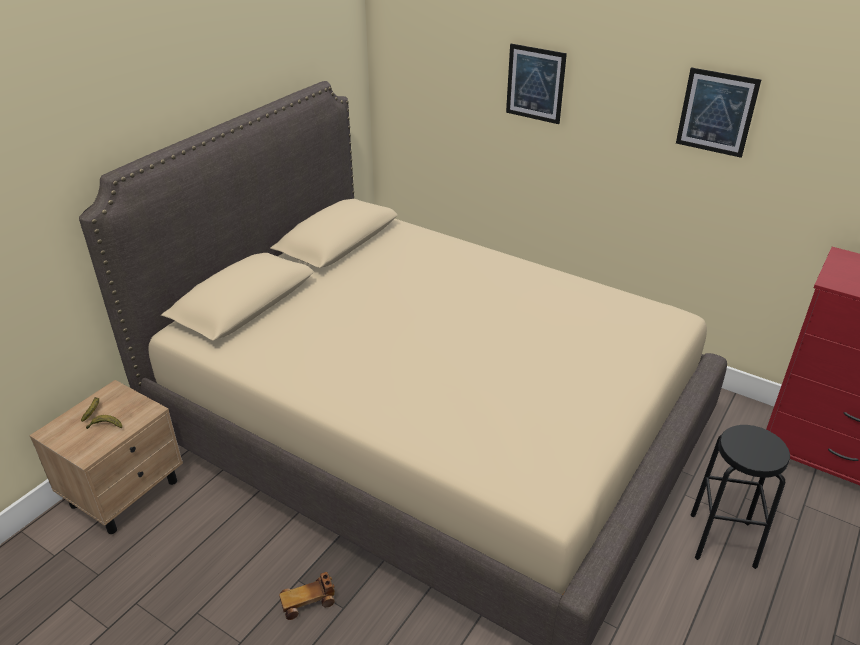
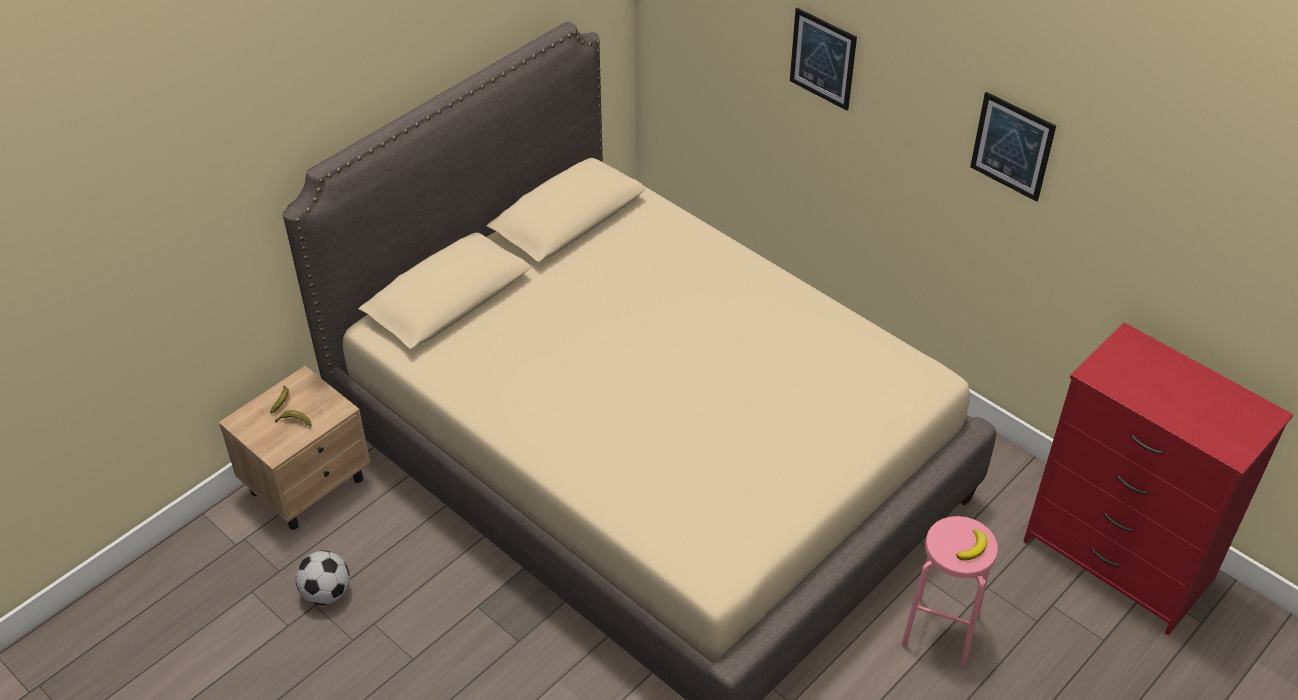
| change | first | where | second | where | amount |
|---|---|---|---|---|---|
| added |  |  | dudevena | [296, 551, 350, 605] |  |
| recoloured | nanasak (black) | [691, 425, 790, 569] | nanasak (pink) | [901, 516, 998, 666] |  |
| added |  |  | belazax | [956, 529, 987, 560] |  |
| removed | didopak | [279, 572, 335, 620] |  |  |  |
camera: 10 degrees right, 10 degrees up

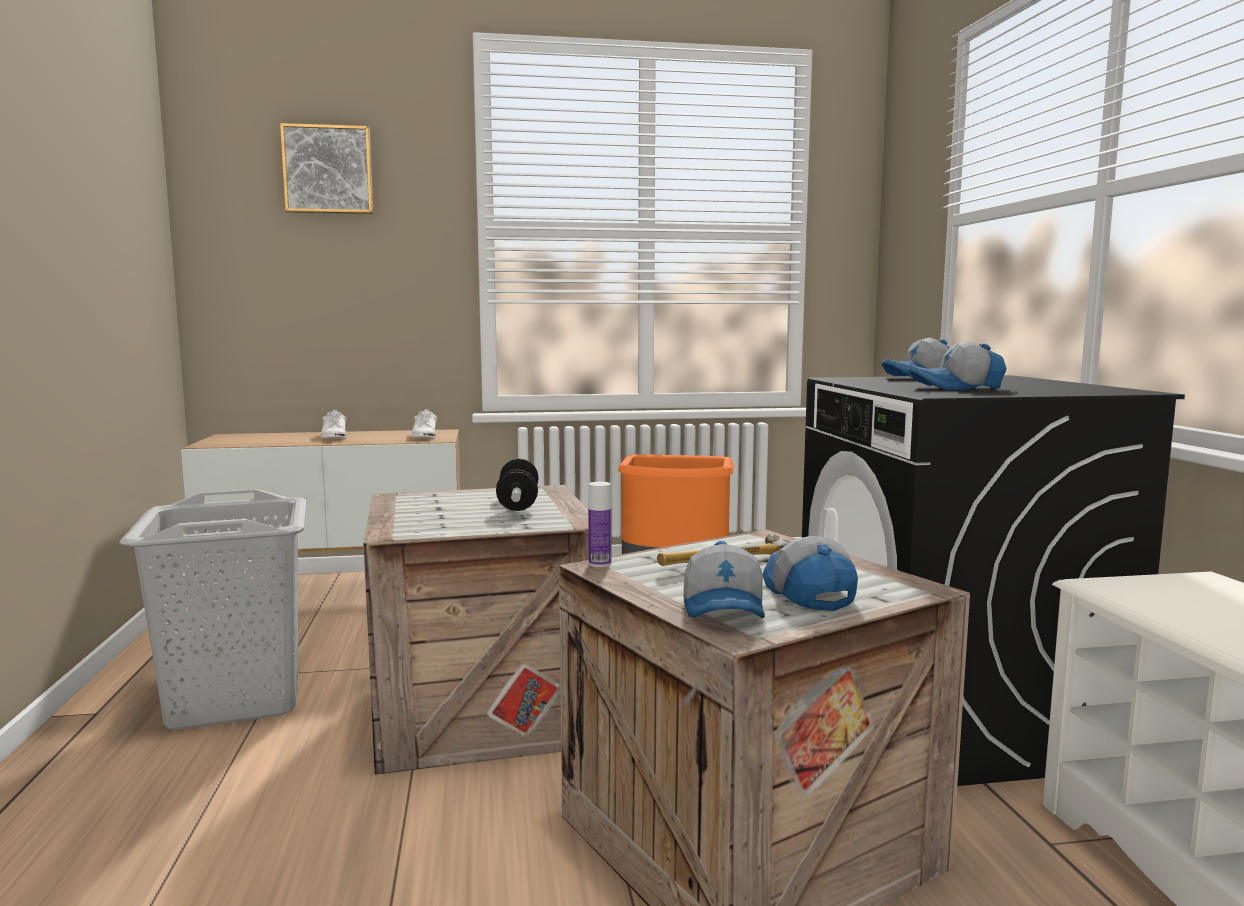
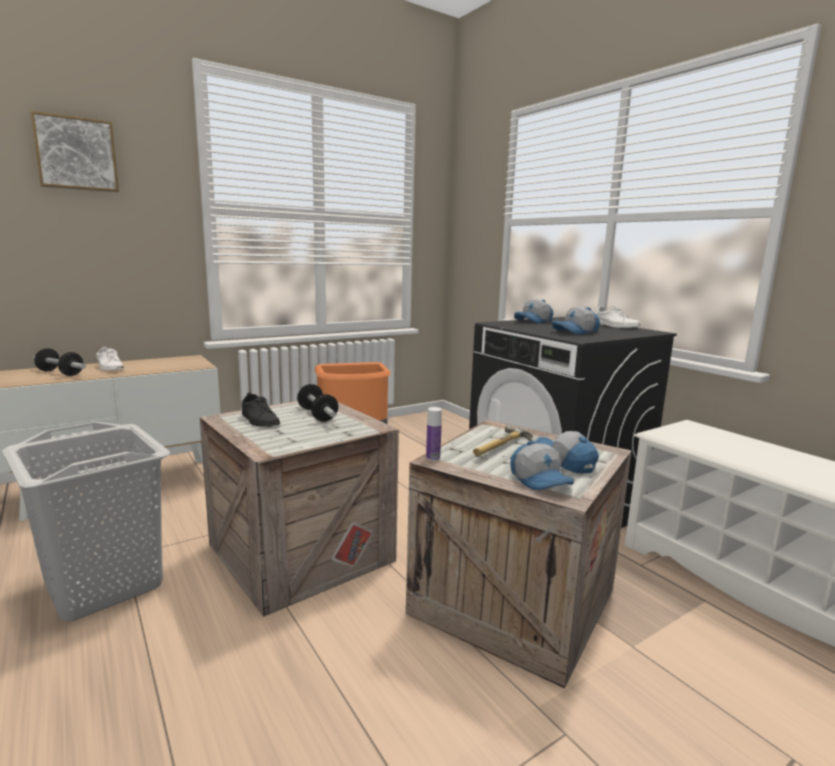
| change | first | where | second | where | amount |
|---|---|---|---|---|---|
| added |  |  | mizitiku | [33, 348, 86, 376] |  |
| added |  |  | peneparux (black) | [242, 392, 280, 427] |  |
| moved | peneparux (white) | [411, 409, 437, 438] |  | [595, 305, 640, 328] |  |
camera: 25 degrees left, 5 degrees up

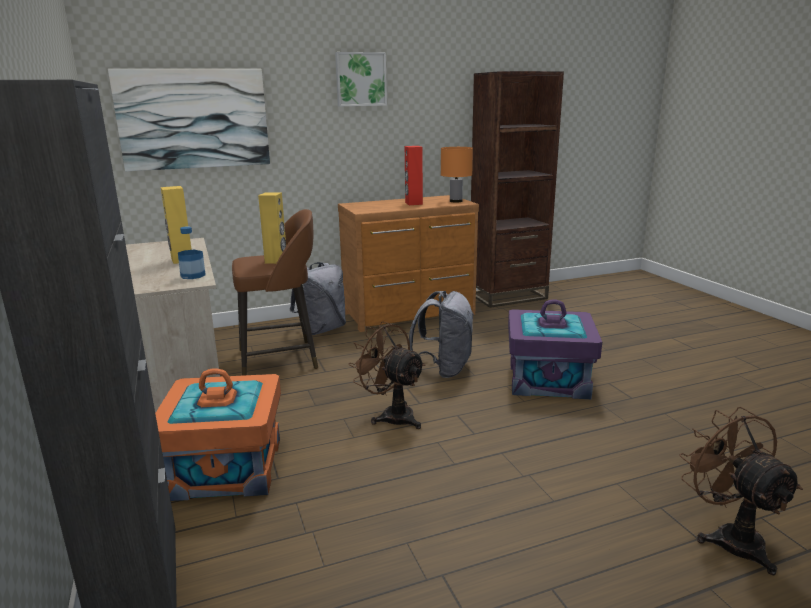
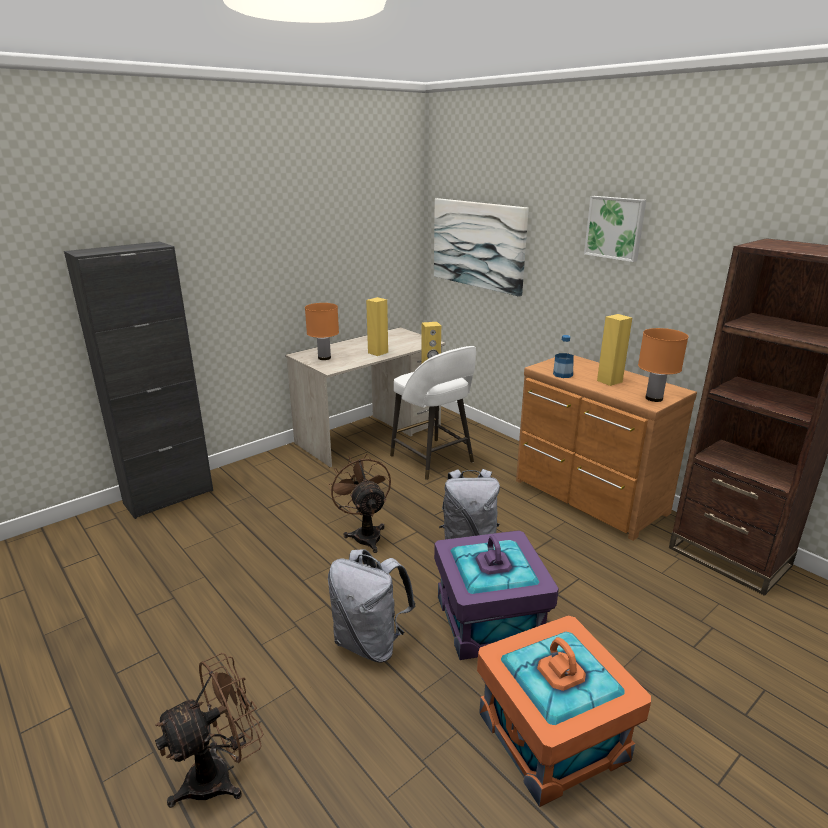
| change | first | where | second | where | amount |
|---|---|---|---|---|---|
| added |  |  | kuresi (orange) | [305, 303, 339, 360] |  |
| turned | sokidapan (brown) | [348, 321, 426, 429] |  | [328, 454, 391, 553] | 45 degrees counterclockwise |
| moved | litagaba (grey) | [290, 262, 346, 335] |  | [328, 549, 416, 662] |  |
| recoloured | nanasak (brown) | [232, 209, 318, 376] | nanasak (white) | [390, 346, 476, 480] |  |
| moved | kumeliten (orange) | [155, 368, 281, 501] |  | [477, 616, 651, 807] |  |
| moved | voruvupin | [178, 226, 206, 279] |  | [553, 335, 574, 378] |  |
| recoloured | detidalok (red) | [405, 146, 423, 205] | detidalok (yellow) | [597, 314, 632, 386] |  |
camera: 70 degrees right, 5 degrees up

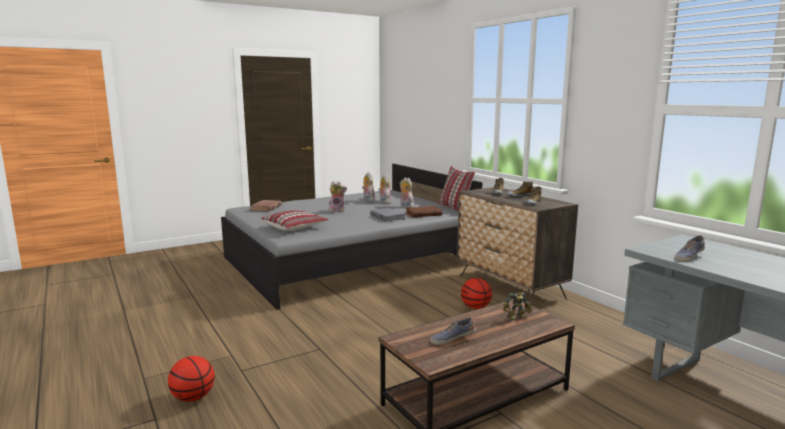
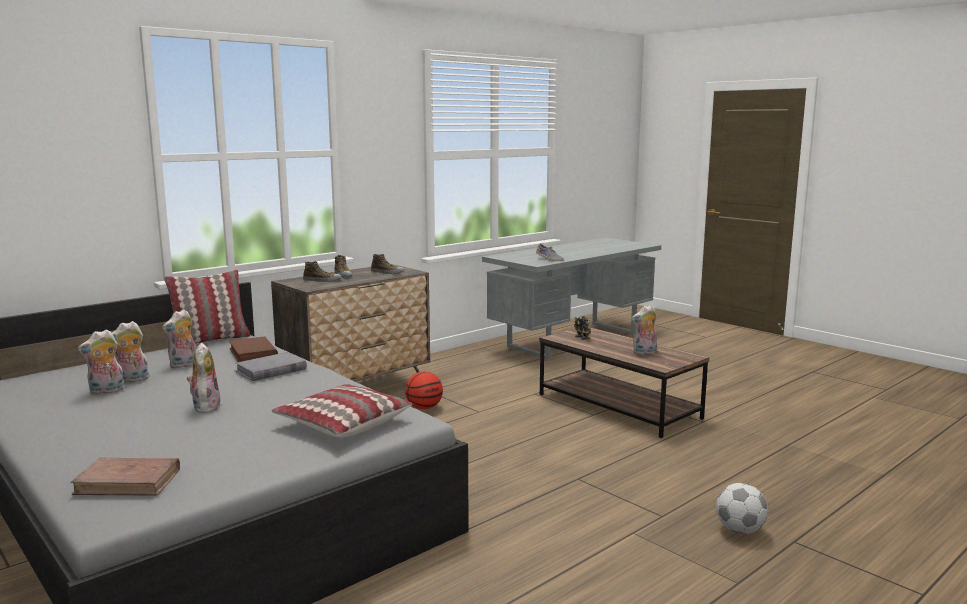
| change | first | where | second | where | amount |
|---|---|---|---|---|---|
| replaced | peneparux | [430, 317, 476, 345] | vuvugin | [632, 305, 657, 355] |  |
| replaced | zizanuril | [168, 356, 215, 402] | dudevena | [716, 483, 768, 534] |  |
camera: 100 degrees left, 0 degrees up

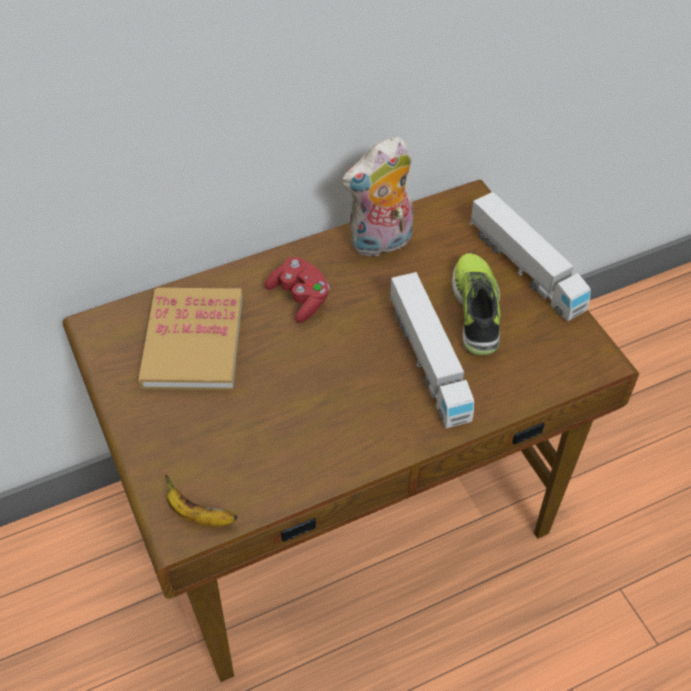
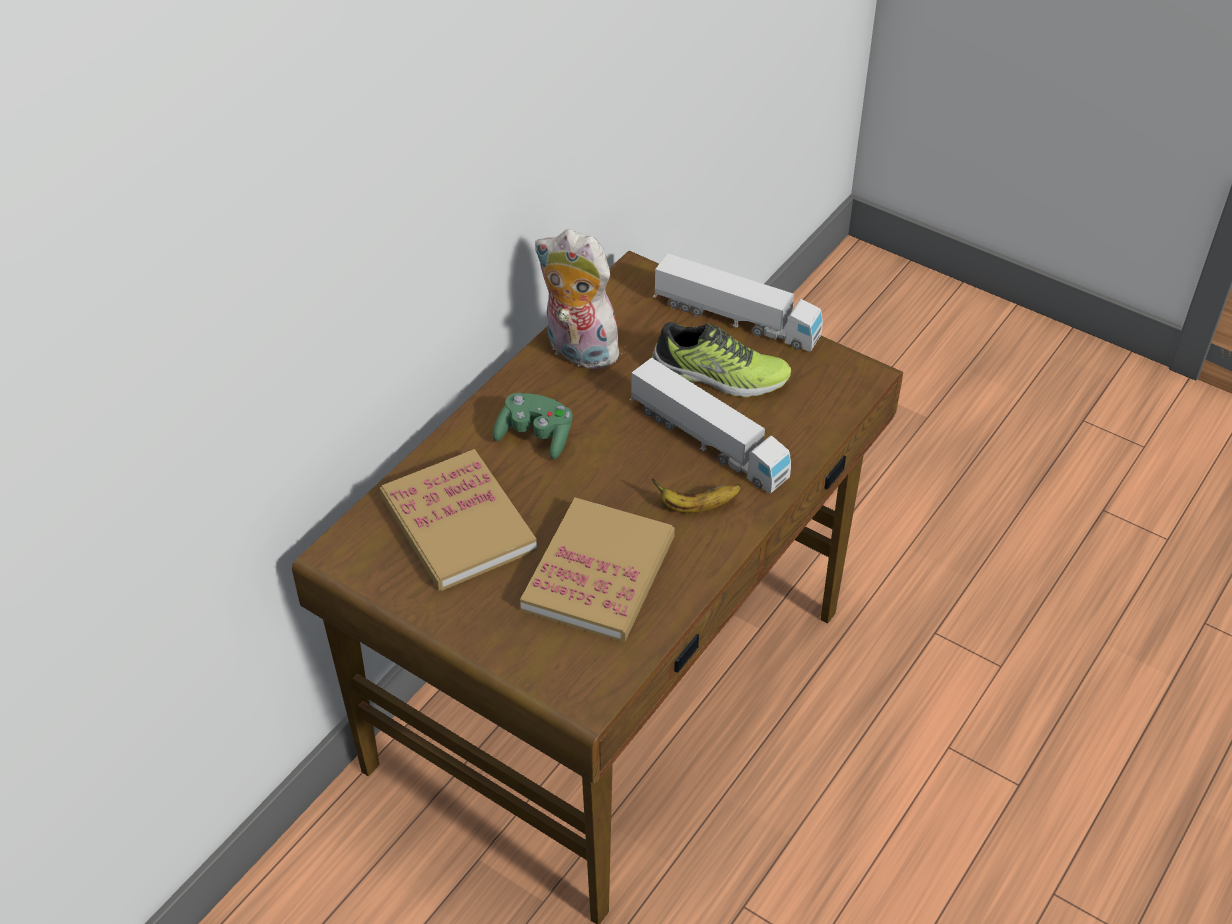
| change | first | where | second | where | amount |
|---|---|---|---|---|---|
| recoloured | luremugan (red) | [265, 257, 330, 323] | luremugan (green) | [493, 393, 573, 459] |  |
| added |  |  | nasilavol | [520, 498, 675, 642] |  |
| turned | vuvugin | [342, 136, 413, 257] |  | [535, 229, 622, 369] | 90 degrees clockwise |
| turned | peneparux | [452, 253, 501, 356] |  | [652, 322, 791, 397] | 135 degrees clockwise |
| moved | belazax | [165, 474, 237, 527] |  | [652, 479, 741, 513] |  |
camera: 30 degrees left, 5 degrees down

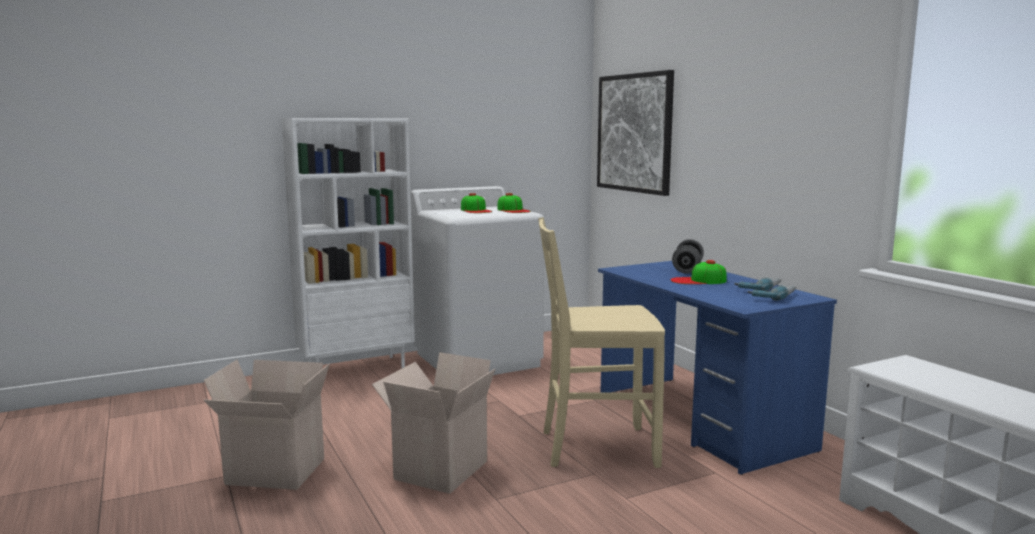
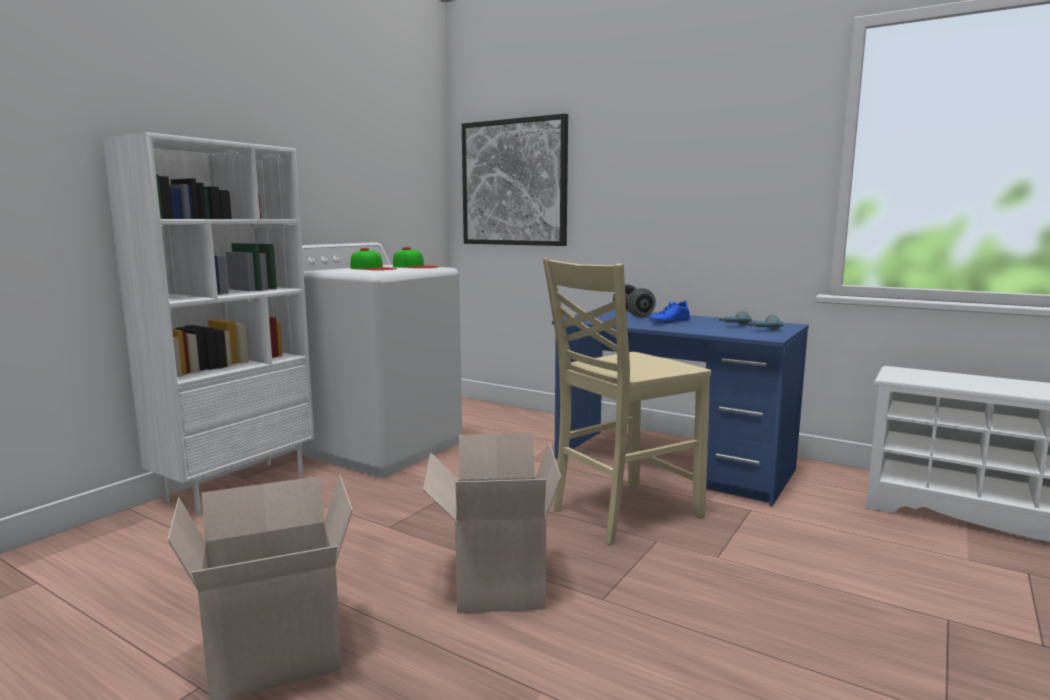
| change | first | where | second | where | amount |
|---|---|---|---|---|---|
| replaced | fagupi | [670, 260, 727, 284] | peneparux (blue) | [649, 301, 690, 324] |  |
camera: 30 degrees left, 0 degrees up

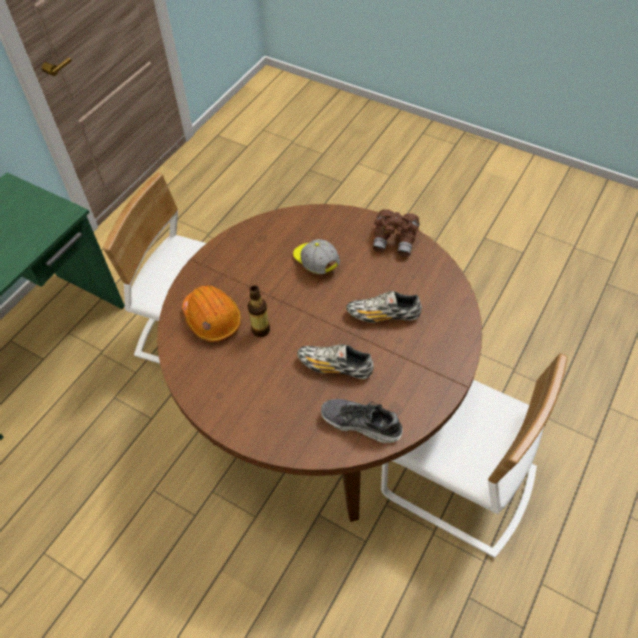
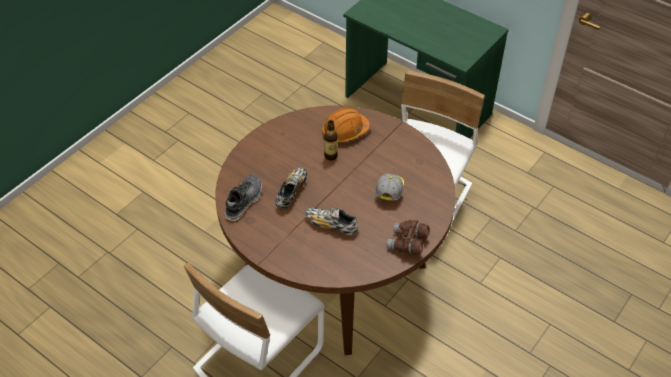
| change | first | where | second | where | amount |
|---|---|---|---|---|---|
| turned | peneparux | [346, 291, 422, 323] |  | [305, 207, 358, 235] | 75 degrees counterclockwise |
| turned | fagupi | [293, 239, 340, 274] |  | [375, 174, 404, 201] | 45 degrees counterclockwise |
camera: 95 degrees right, 5 degrees down

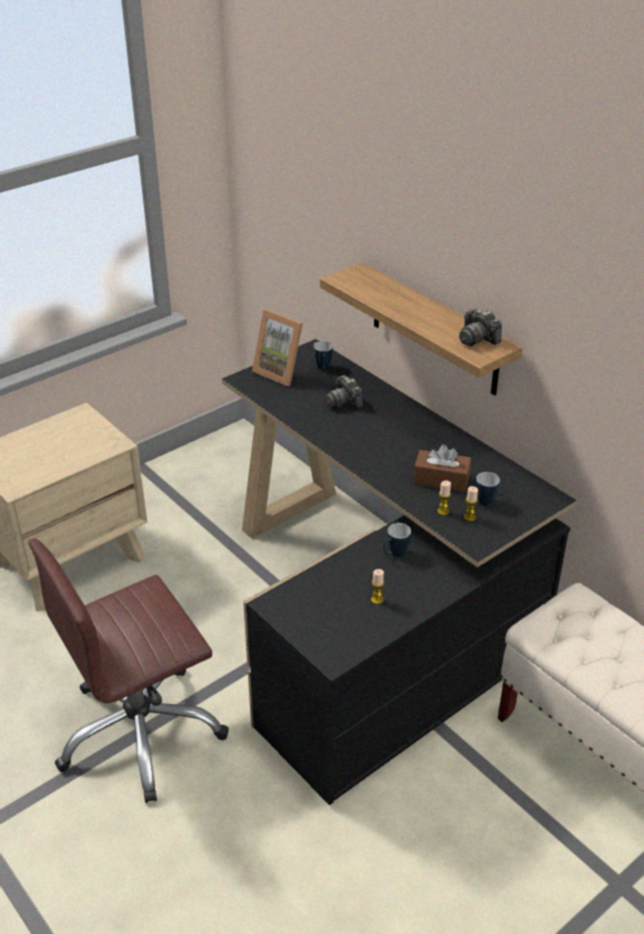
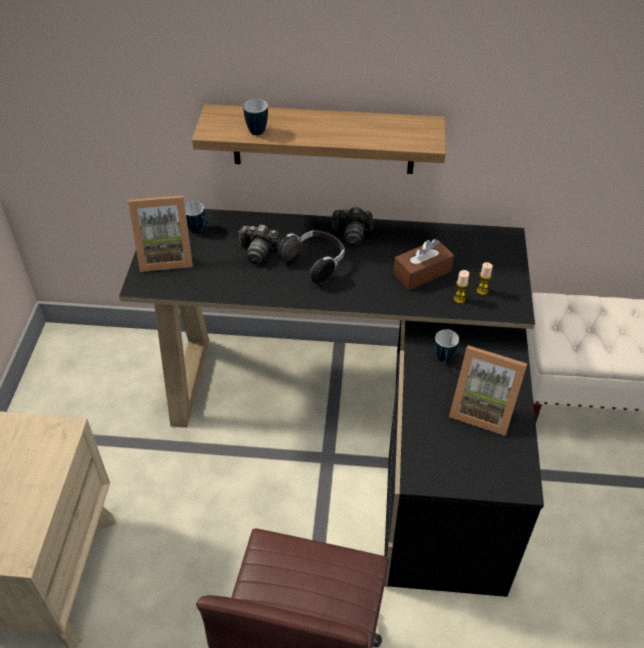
| change | first | where | second | where | amount |
|---|---|---|---|---|---|
| moved | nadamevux | [476, 471, 500, 506] |  | [243, 99, 268, 135] |  |
| added |  |  | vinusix | [277, 230, 345, 284] |  |
| moved | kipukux | [459, 308, 502, 346] |  | [331, 207, 373, 246] |  |
| replaced | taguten | [371, 569, 385, 604] | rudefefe | [449, 345, 527, 436] |  |
camera: 45 degrees left, 10 degrees up

